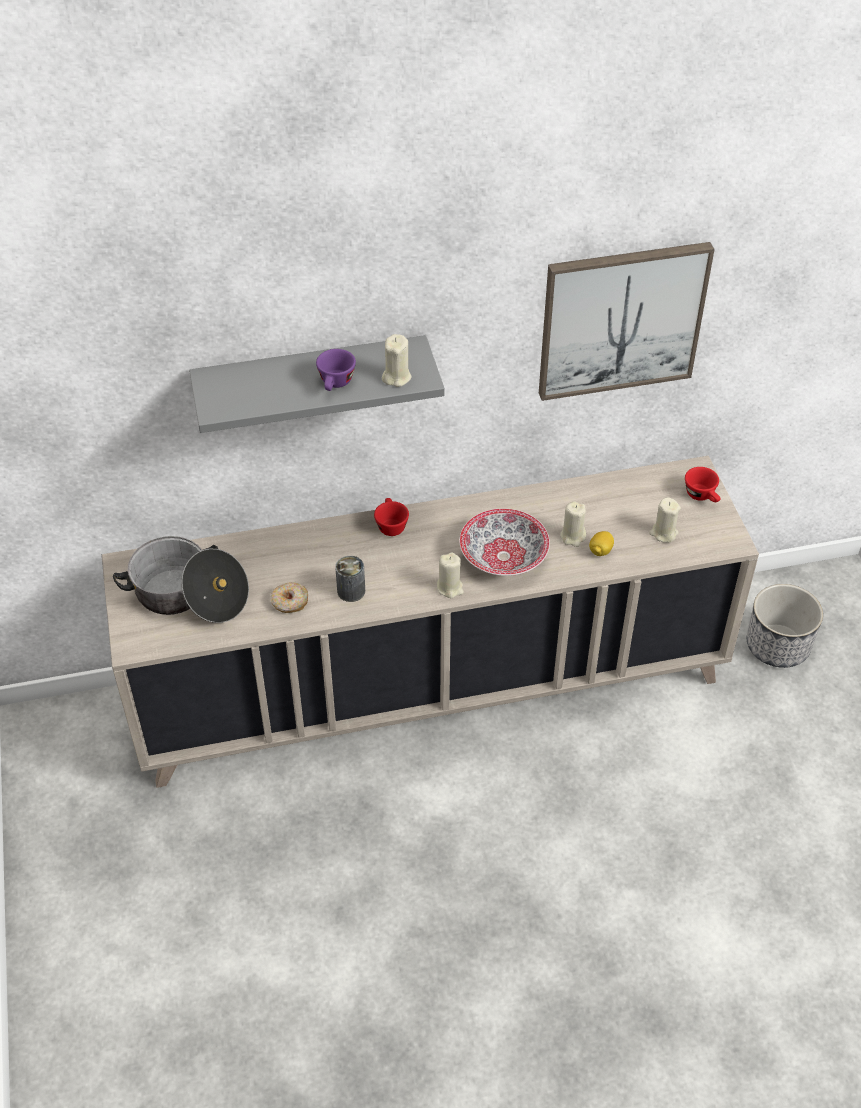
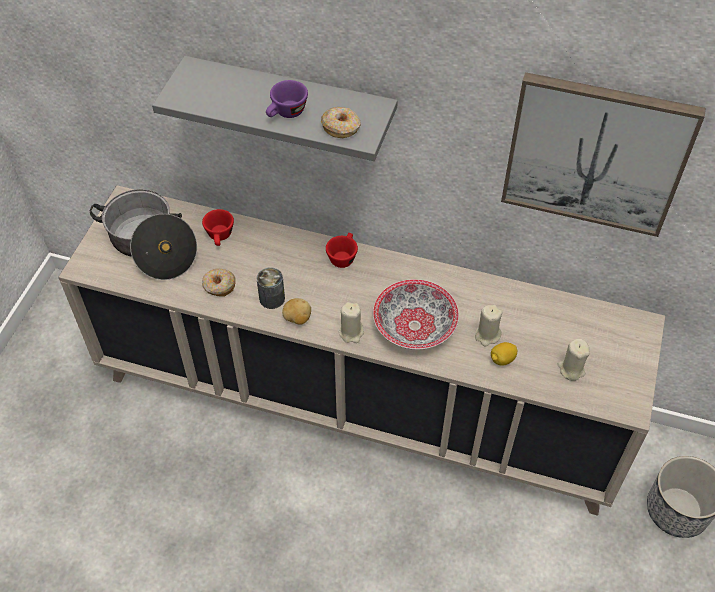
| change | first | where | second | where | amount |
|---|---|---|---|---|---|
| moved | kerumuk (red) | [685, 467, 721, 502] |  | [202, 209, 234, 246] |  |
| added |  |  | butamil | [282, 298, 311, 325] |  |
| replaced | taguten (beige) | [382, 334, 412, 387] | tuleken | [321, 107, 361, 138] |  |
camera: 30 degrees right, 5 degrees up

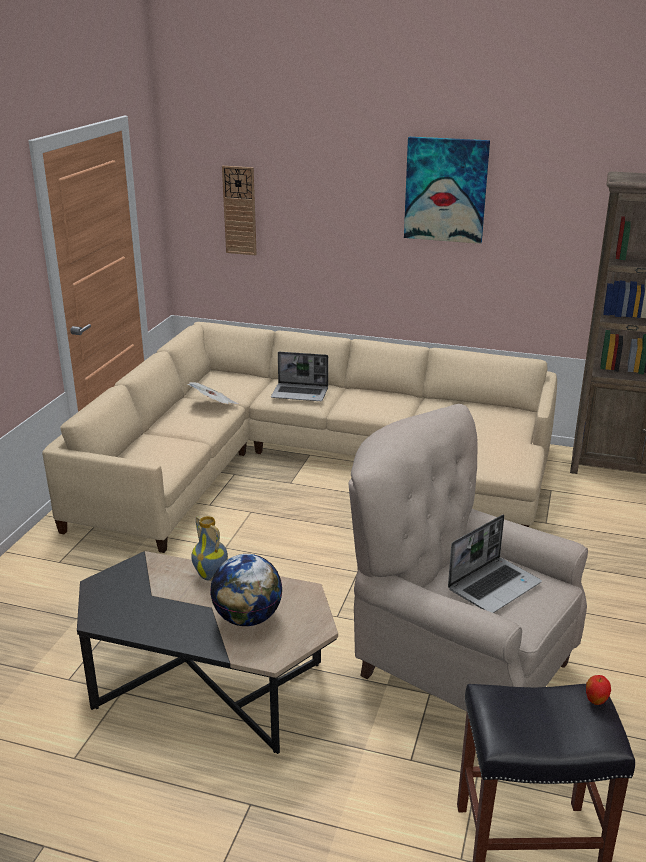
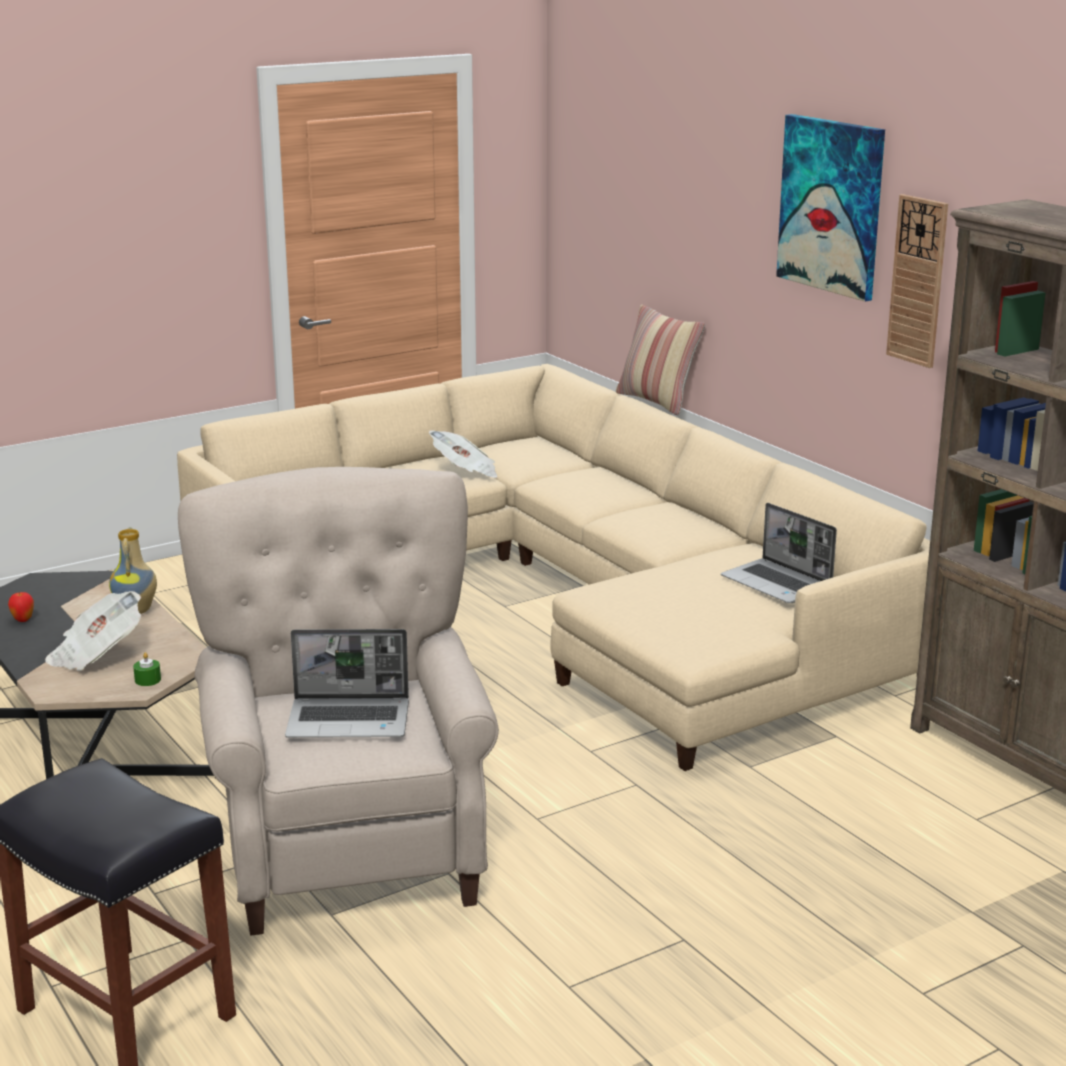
| change | first | where | second | where | amount |
|---|---|---|---|---|---|
| moved | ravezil | [586, 675, 611, 705] |  | [8, 592, 34, 622] |  |
| replaced | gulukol | [210, 554, 282, 626] | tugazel | [45, 591, 141, 671] |  |
| added |  |  | taguten (green) | [133, 652, 161, 686] |  |
| added |  |  | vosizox | [616, 305, 705, 415] |  |
| moved | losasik | [271, 352, 328, 401] |  | [721, 503, 837, 603] |  |
| moved | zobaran | [222, 166, 257, 255] |  | [886, 194, 948, 368] |  |
camera: 40 degrees right, 5 degrees down

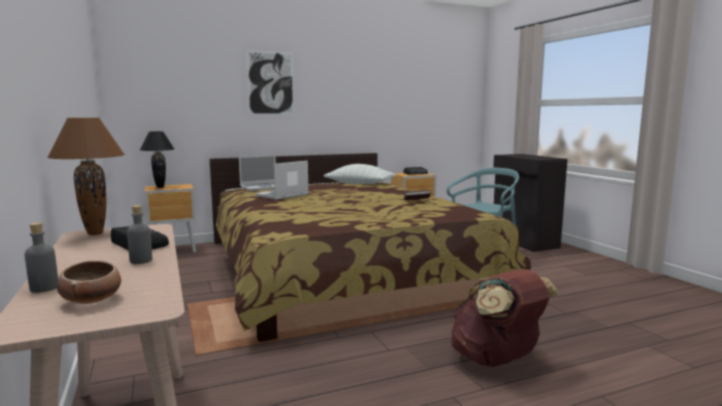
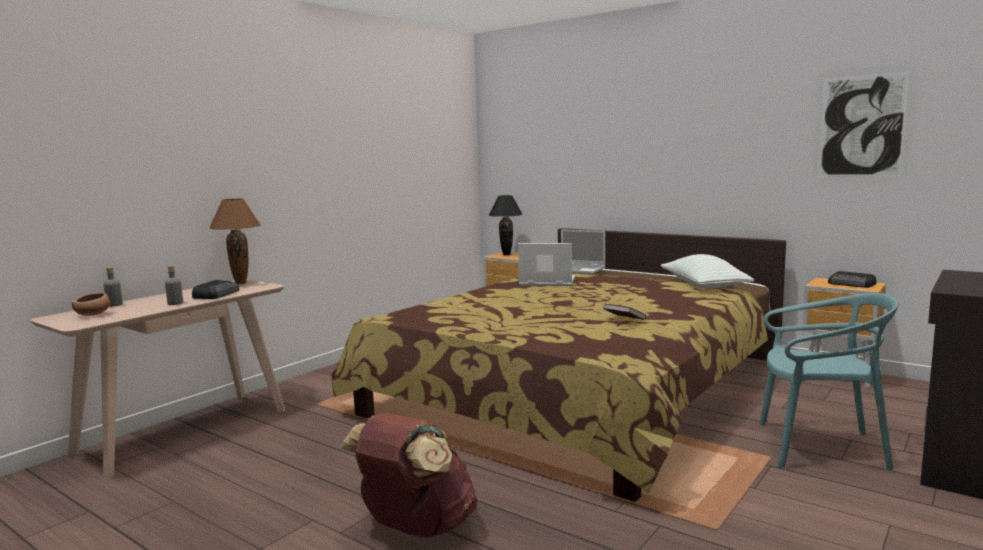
| change | first | where | second | where | amount |
|---|---|---|---|---|---|
| moved | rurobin | [246, 50, 294, 115] |  | [818, 72, 909, 177] |  |
camera: 60 degrees right, 0 degrees up

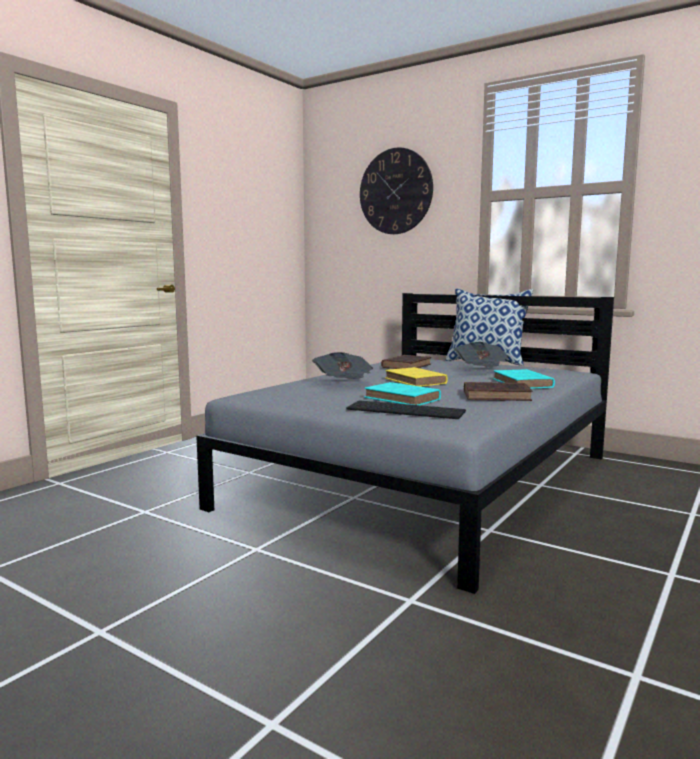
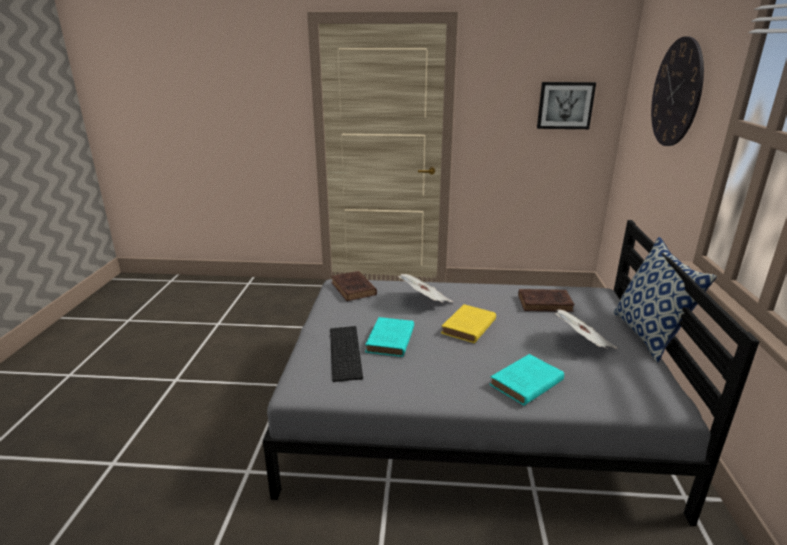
| change | first | where | second | where | amount |
|---|---|---|---|---|---|
| moved | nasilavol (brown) | [464, 382, 532, 401] |  | [331, 271, 377, 301] |  |
| added |  |  | rurobin | [537, 82, 596, 129] |  |
camera: 60 degrees right, 15 degrees up

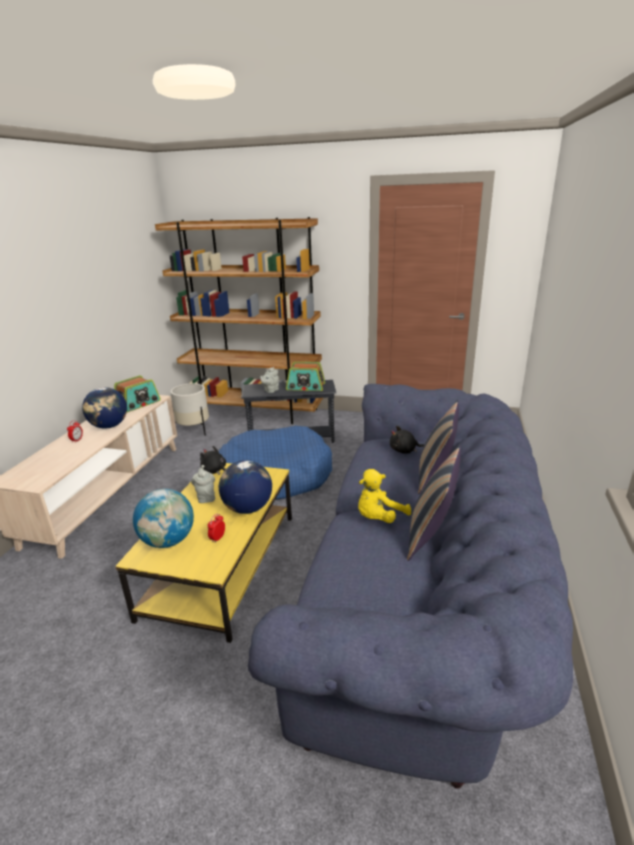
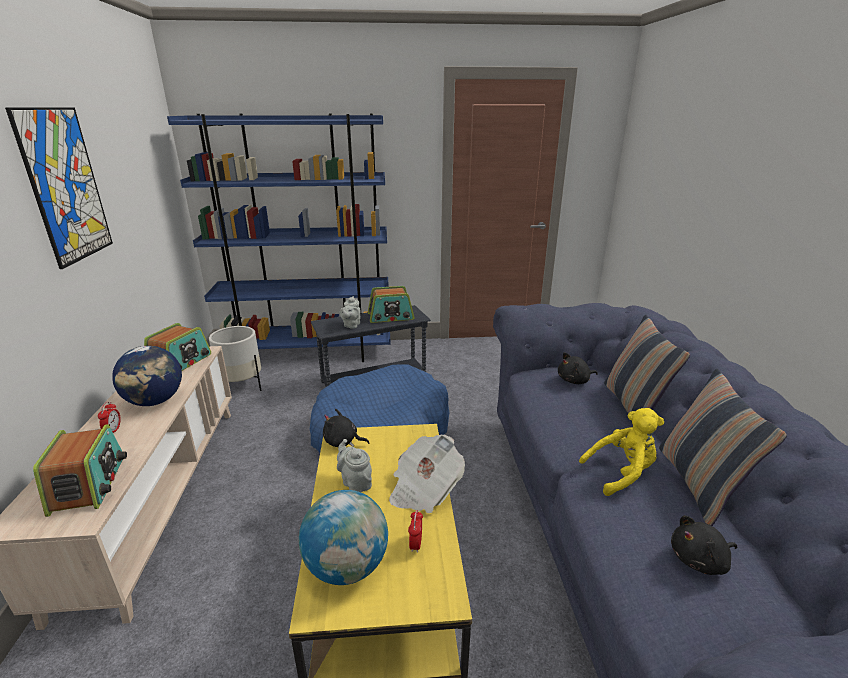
| change | first | where | second | where | amount |
|---|---|---|---|---|---|
| added |  |  | rurobin | [5, 107, 113, 269] |  |
| added |  |  | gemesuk | [33, 424, 127, 517] |  |
| recoloured | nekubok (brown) | [155, 217, 323, 424] | nekubok (blue) | [167, 113, 391, 362] |  |
| replaced | gulukol | [219, 460, 272, 514] | tugazel | [389, 435, 465, 513] |  |
| turned | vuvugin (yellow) | [358, 469, 411, 523] |  | [579, 408, 664, 496] | 135 degrees counterclockwise |
| added |  |  | vuvugin (black) | [671, 515, 737, 575] |  |
camera: 20 degrees left, 0 degrees up

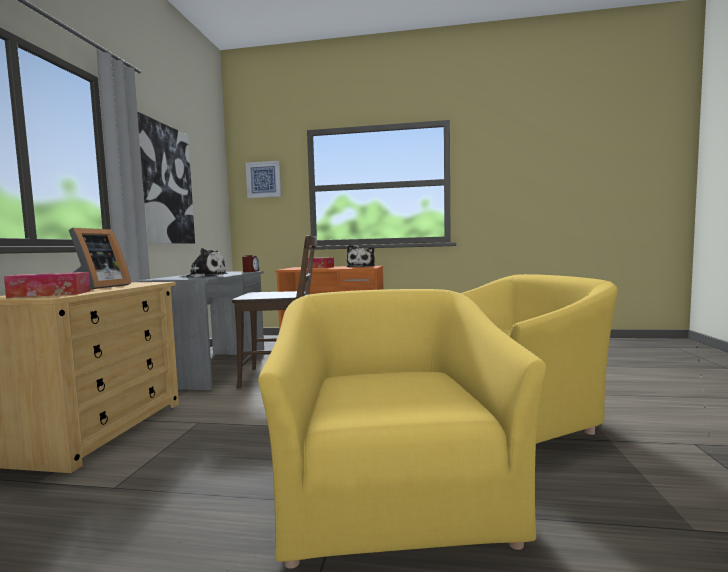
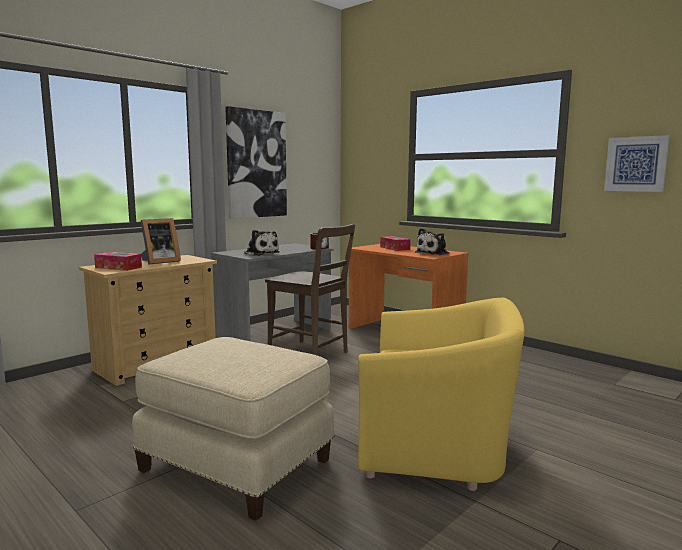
| change | first | where | second | where | amount |
|---|---|---|---|---|---|
| replaced | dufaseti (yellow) | [258, 289, 546, 569] | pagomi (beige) | [132, 337, 335, 521] |  |
| moved | rurobin | [246, 161, 281, 198] |  | [604, 135, 670, 192] |  |
camera: 35 degrees right, 5 degrees up

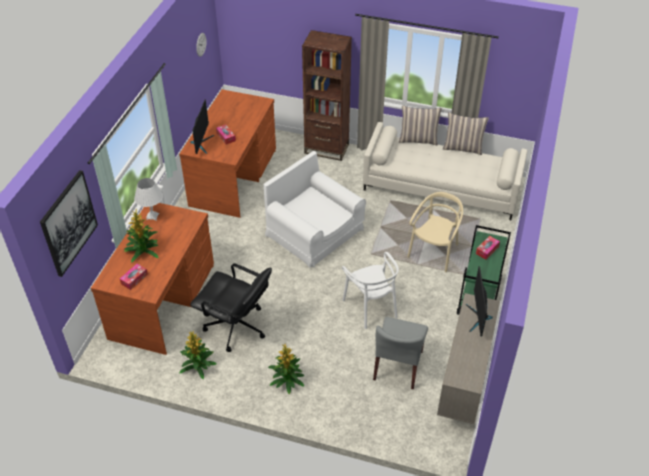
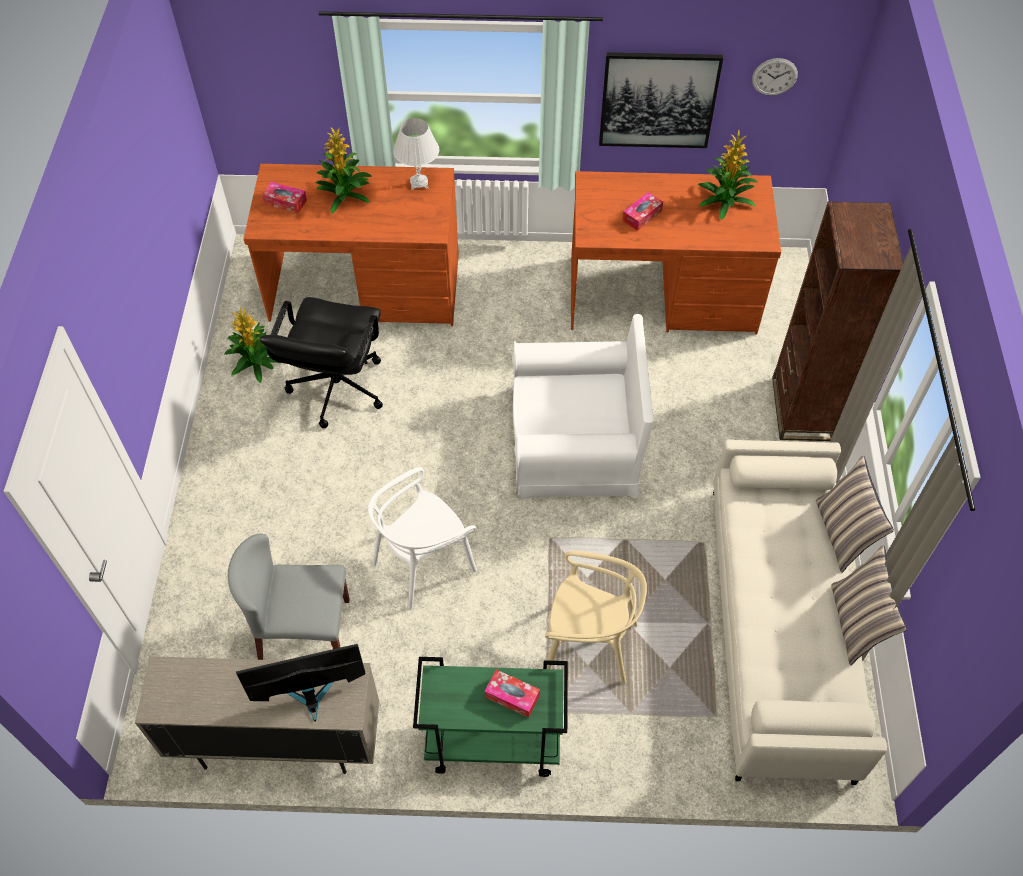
| change | first | where | second | where | amount |
|---|---|---|---|---|---|
| turned | dufaseti (white) | [263, 151, 366, 268] |  | [511, 314, 654, 501] | 60 degrees clockwise |
| moved | rurobin | [40, 170, 98, 277] |  | [599, 52, 723, 148] |  |
| moved | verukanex | [268, 344, 304, 394] |  | [698, 130, 758, 220] |  |
| removed | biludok | [190, 99, 214, 154] |  |  |  |
camera: 75 degrees right, 10 degrees up

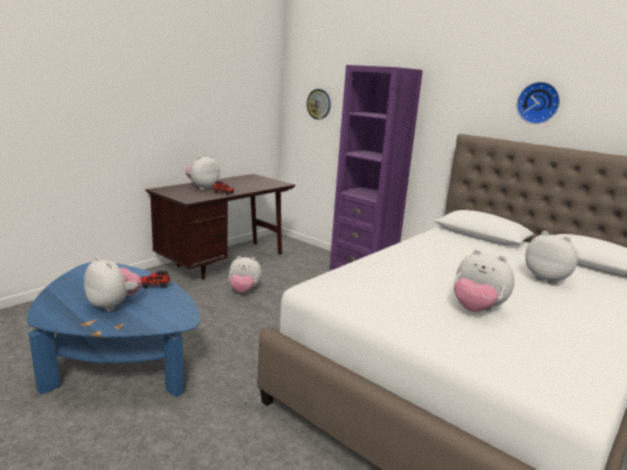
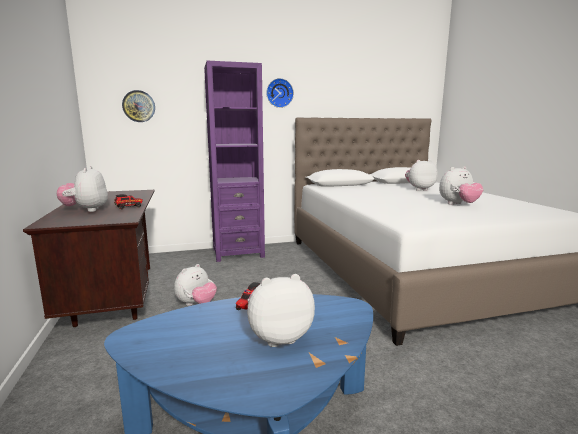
| change | first | where | second | where | amount |
|---|---|---|---|---|---|
| moved | zobaran | [517, 82, 560, 124] |  | [266, 78, 294, 108] |  |
camera: 55 degrees left, 5 degrees down

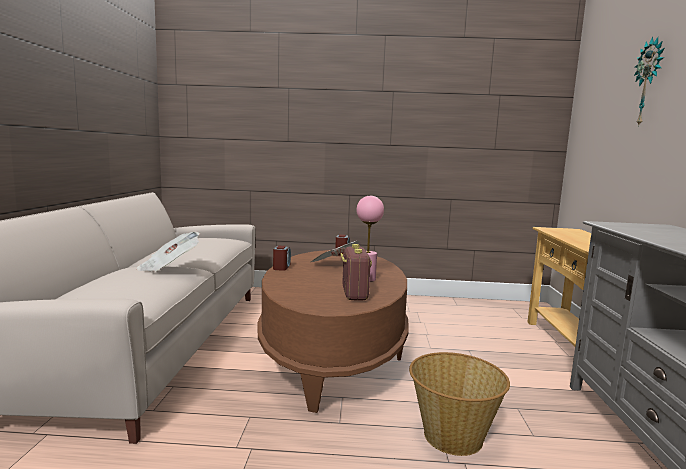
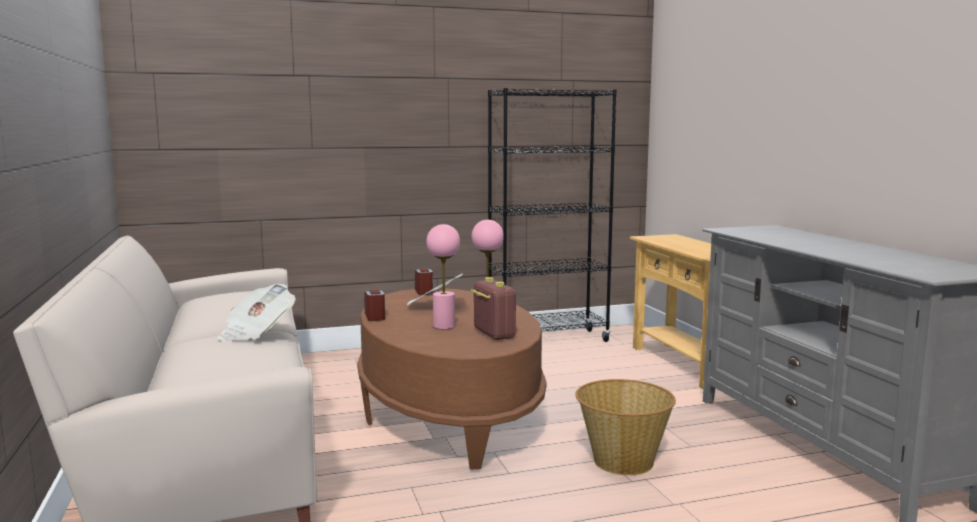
| change | first | where | second | where | amount |
|---|---|---|---|---|---|
| added |  |  | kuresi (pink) | [426, 224, 460, 329] |  |
| added |  |  | nekubok (black) | [488, 88, 617, 342] |  |
| removed | zobaran | [634, 37, 664, 127] |  |  |  |
camera: 20 degrees left, 0 degrees up

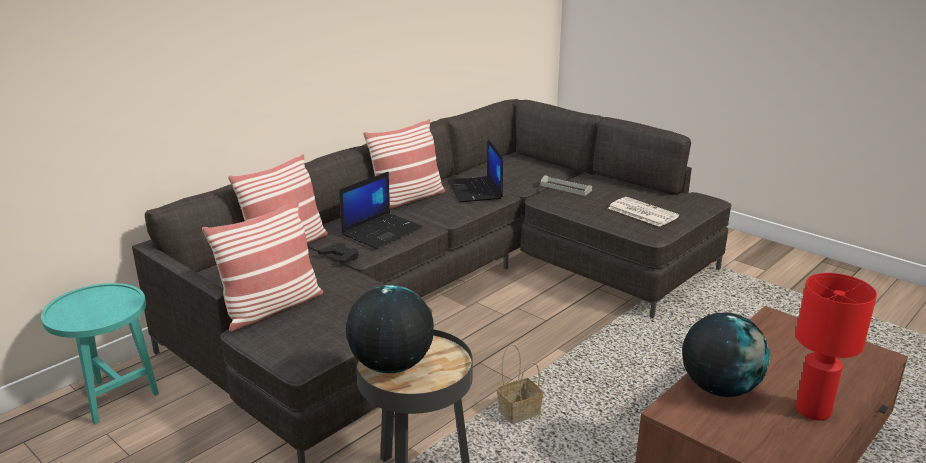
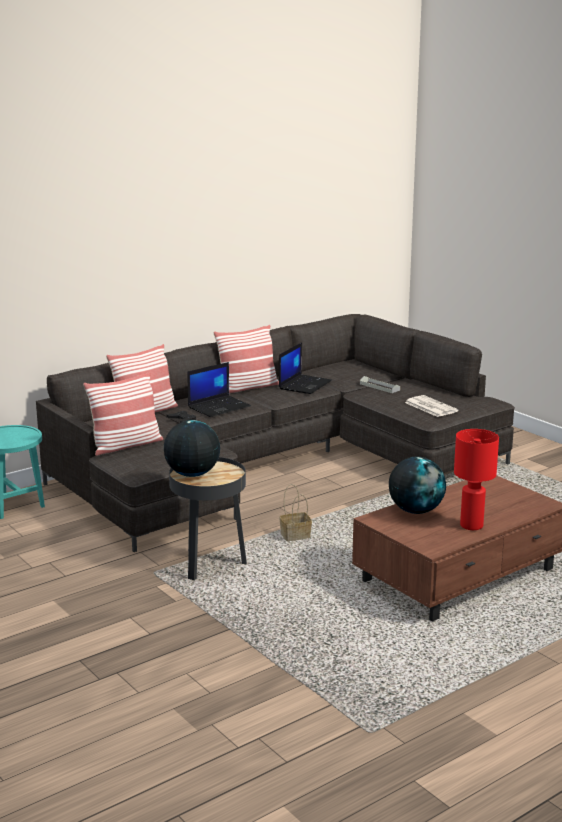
| change | first | where | second | where | amount |
|---|---|---|---|---|---|
| turned | losasik | [448, 138, 503, 202] |  | [279, 342, 332, 394] | 150 degrees counterclockwise |
camera: 10 degrees right, 5 degrees down

